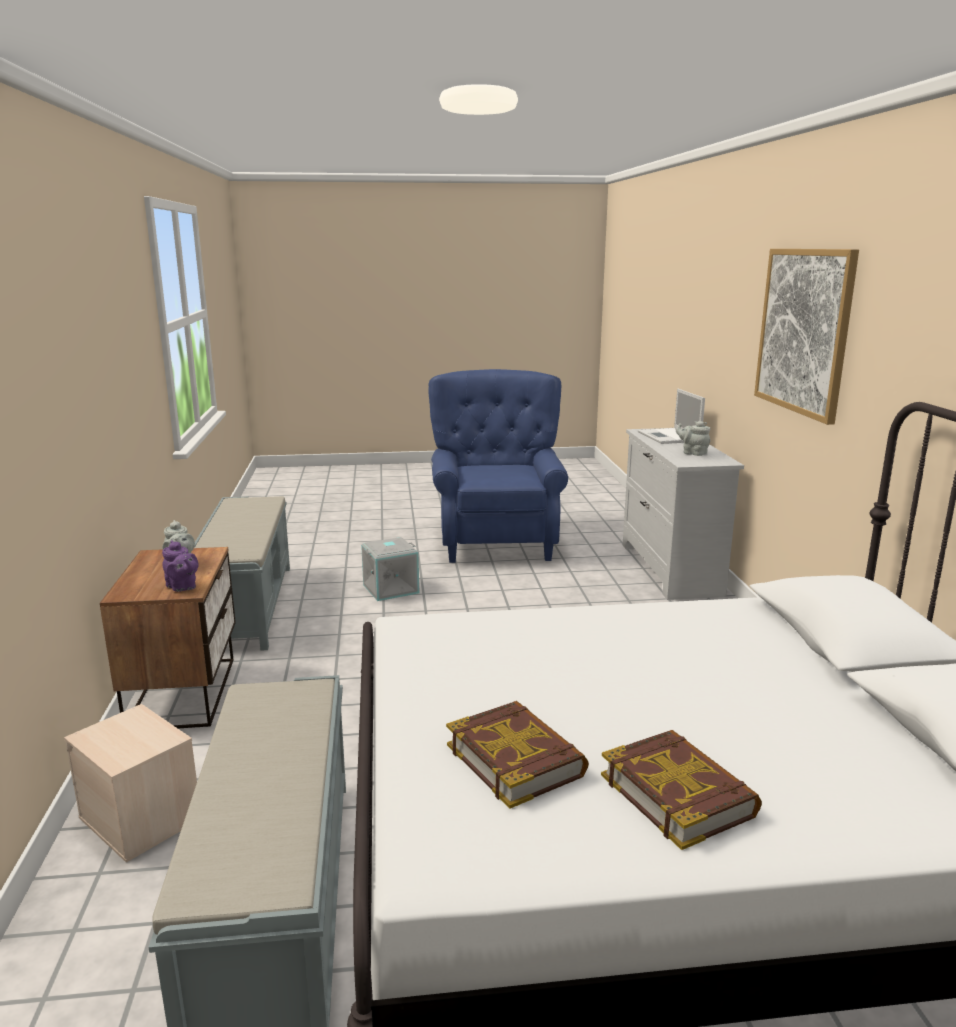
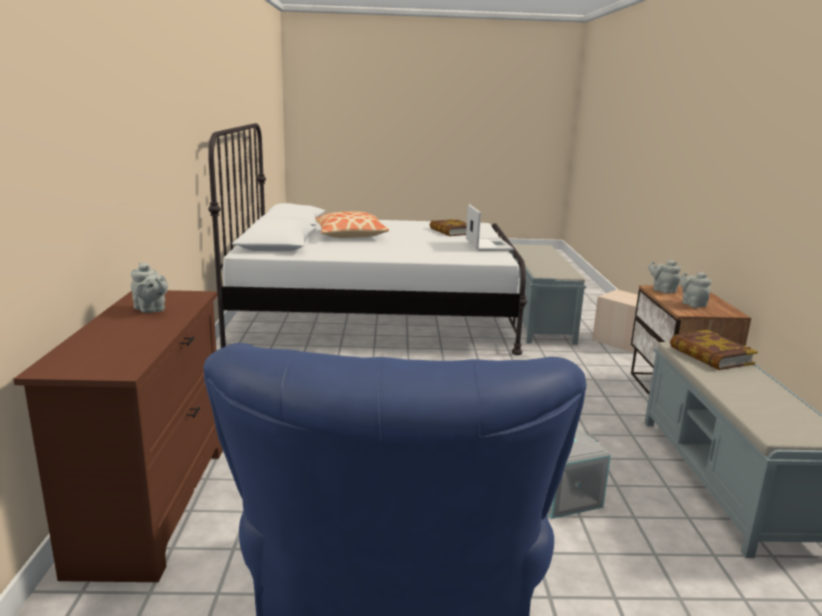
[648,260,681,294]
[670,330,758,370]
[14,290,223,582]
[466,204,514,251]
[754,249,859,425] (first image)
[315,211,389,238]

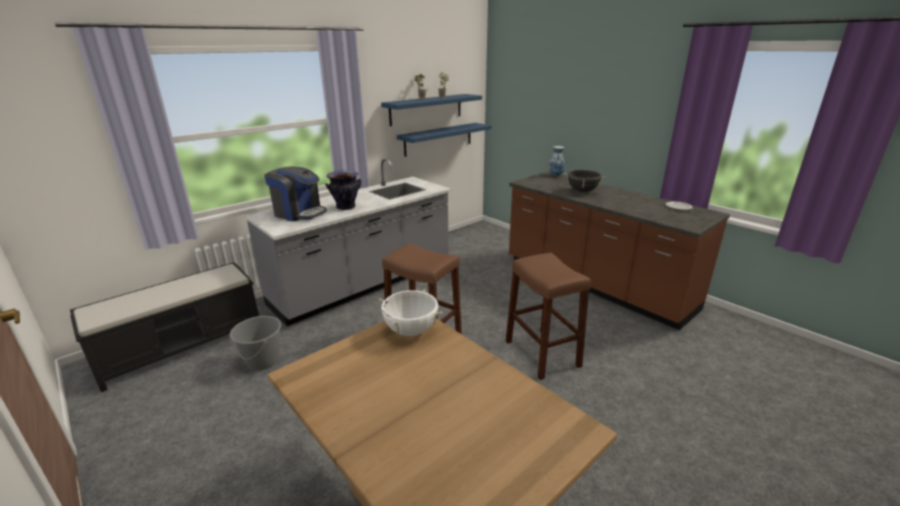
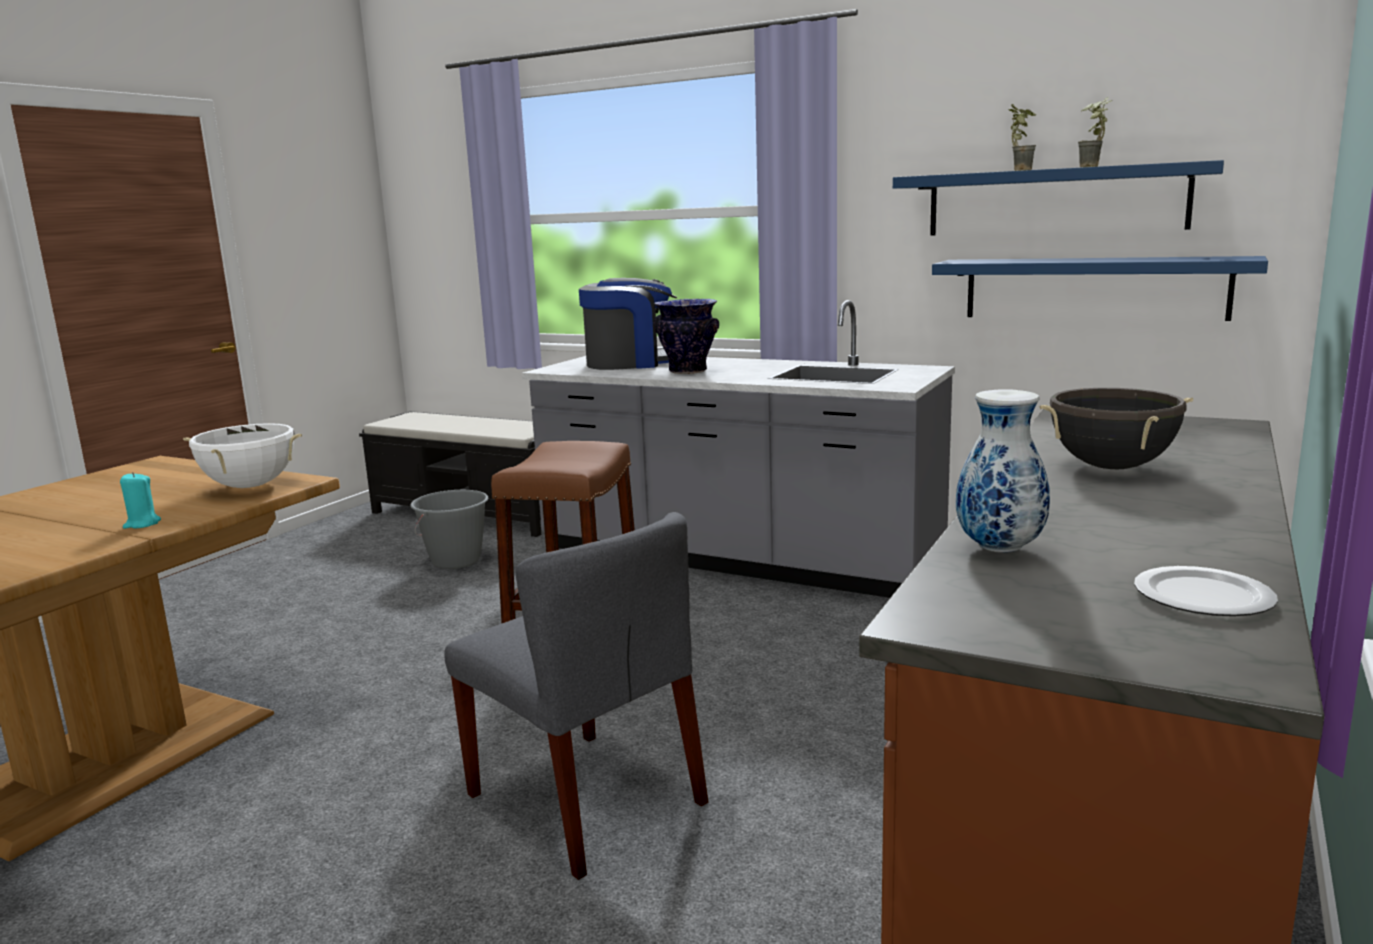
[579,278,677,370]
[444,512,708,880]
[956,389,1050,553]
[120,472,161,529]

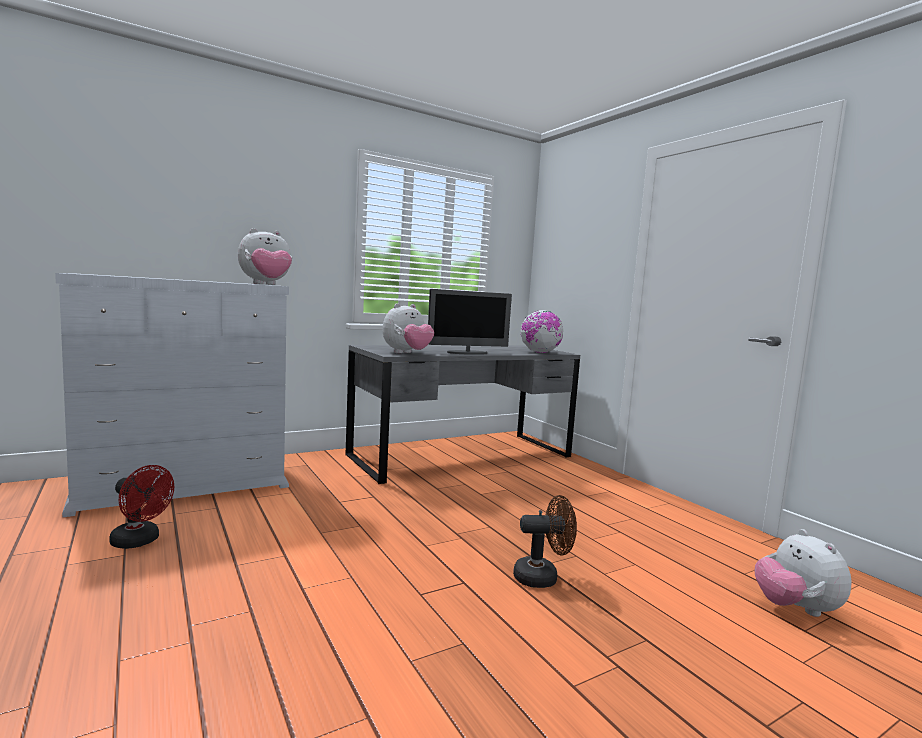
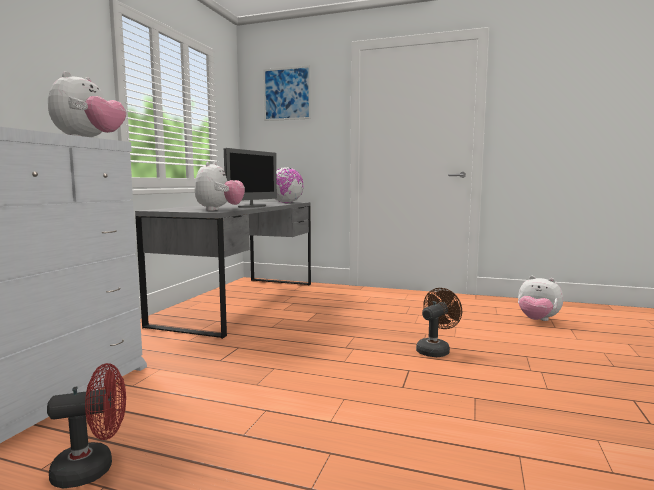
[263,65,311,121]

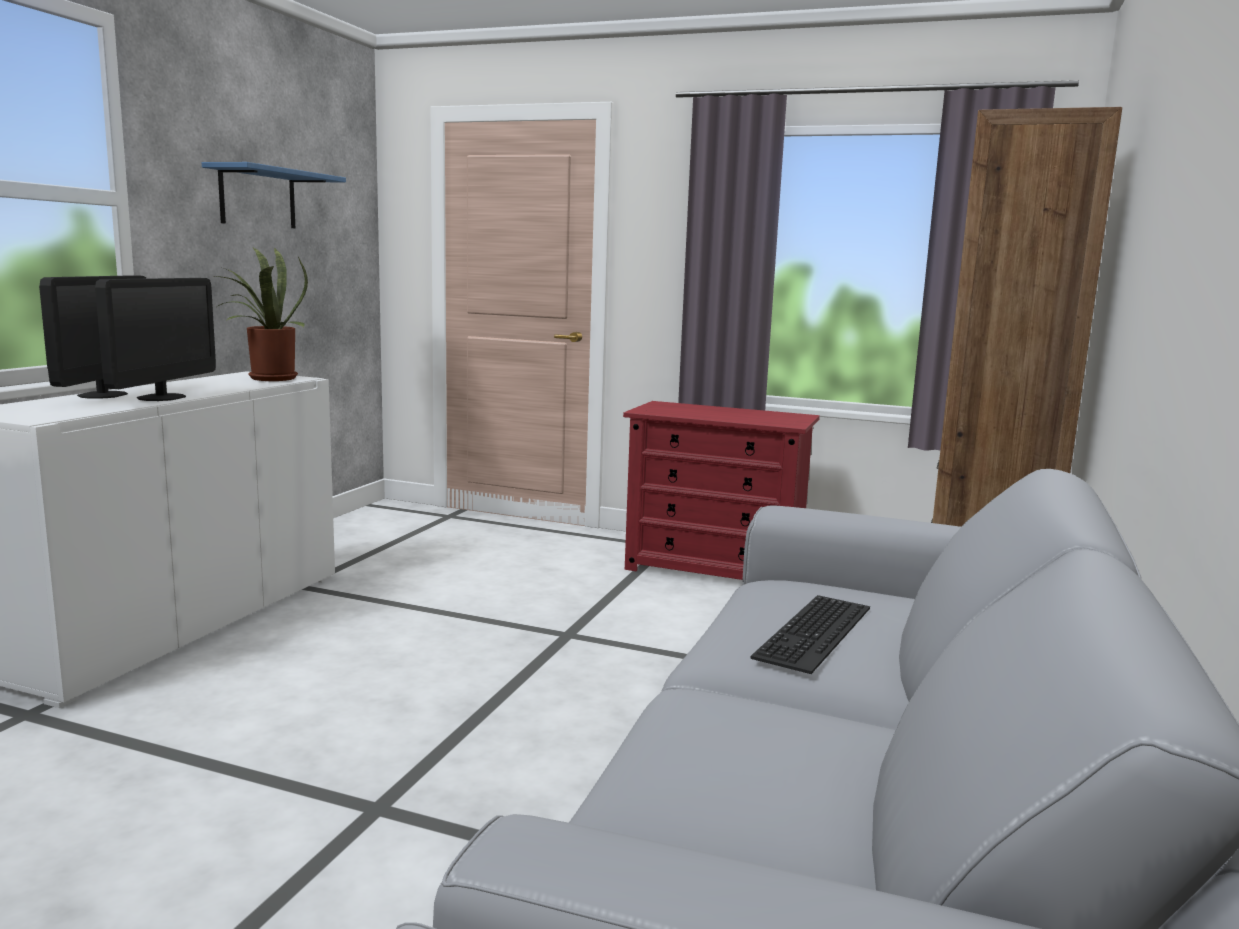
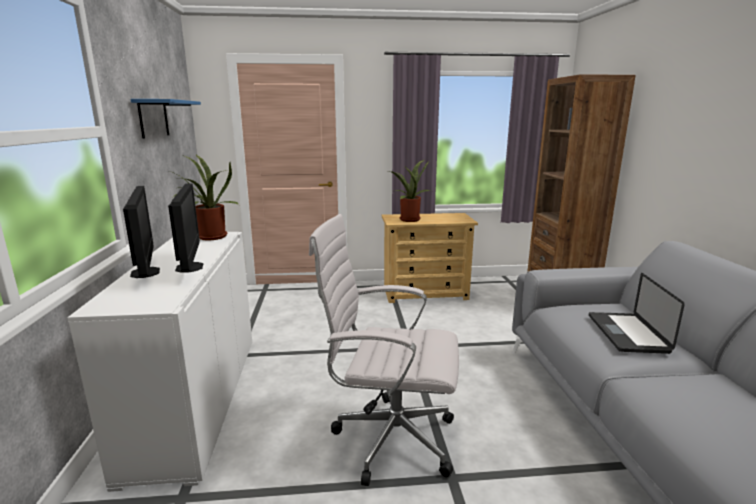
[382,213,478,303]
[589,273,685,354]
[309,214,459,486]
[390,160,430,222]

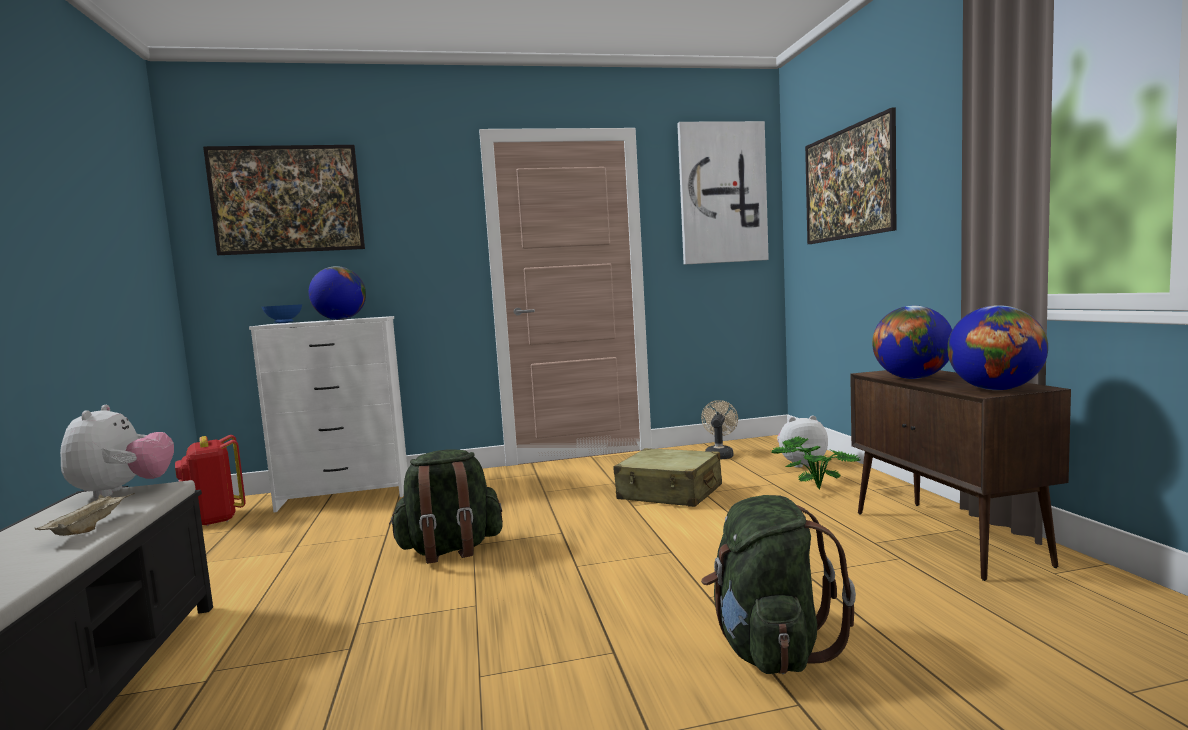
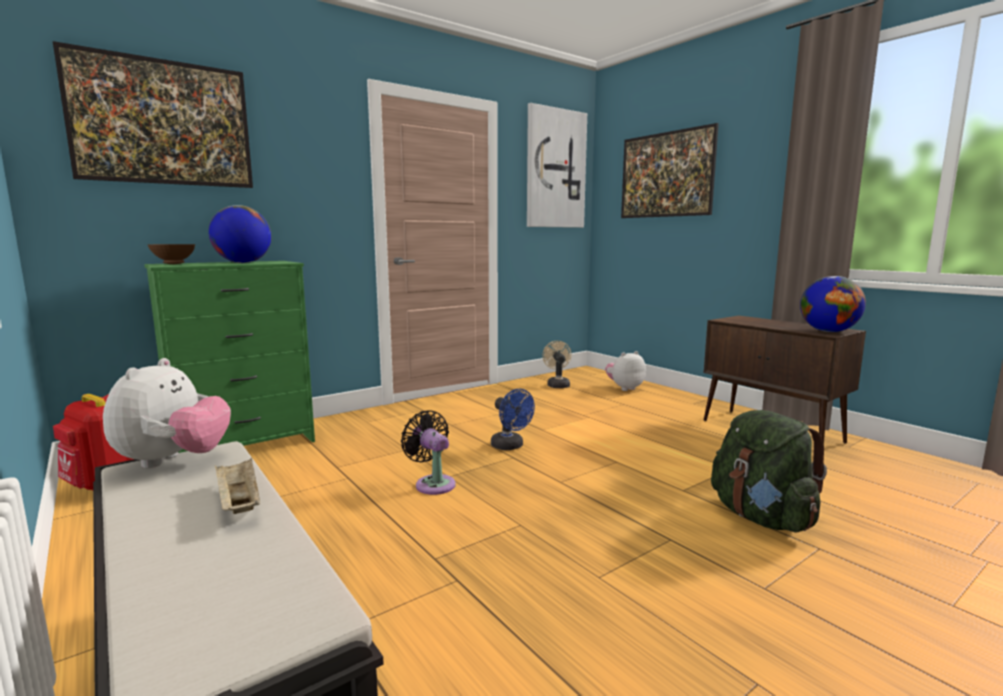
[103,358,231,469]
[144,261,315,453]
[148,244,195,264]
[401,410,456,495]
[614,448,722,507] (first image)
[771,436,860,490] (first image)
[872,306,952,379] (first image)
[491,389,535,450]

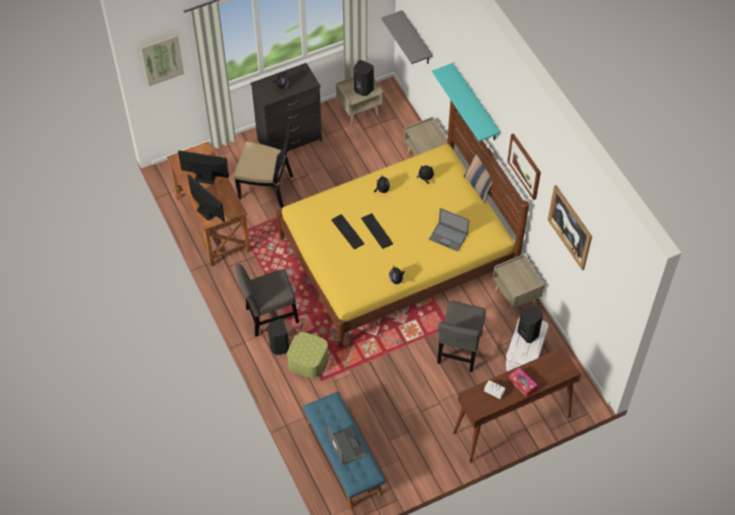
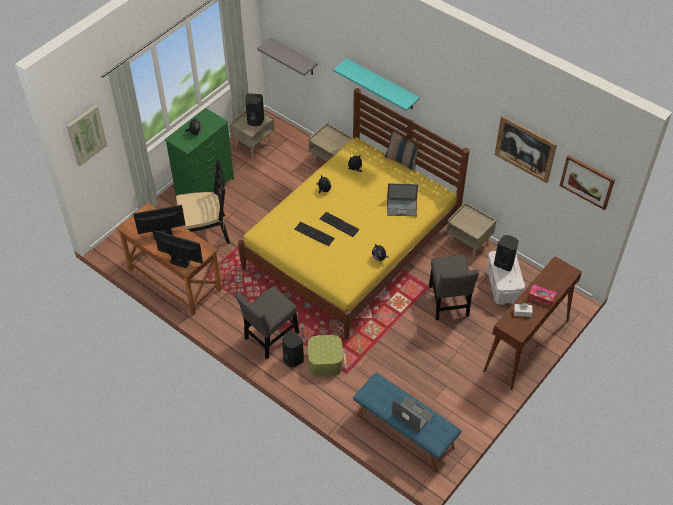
[165,108,234,195]
[560,155,615,210]

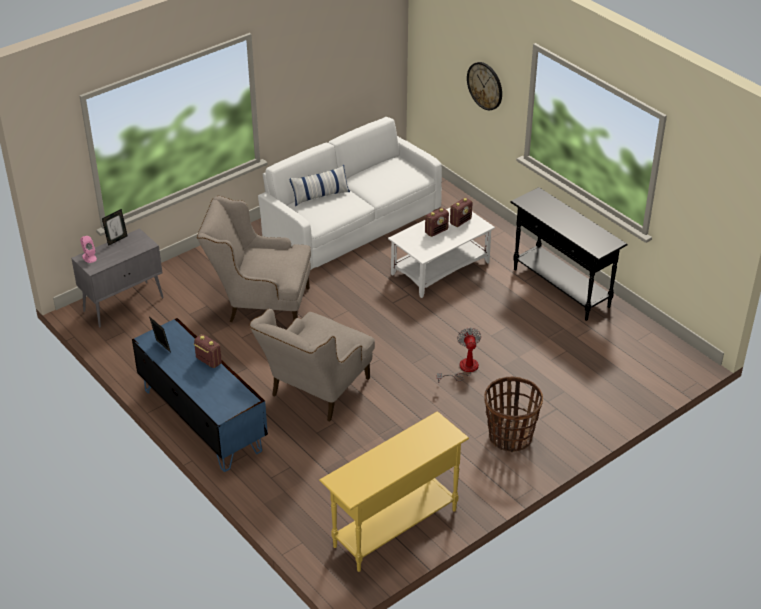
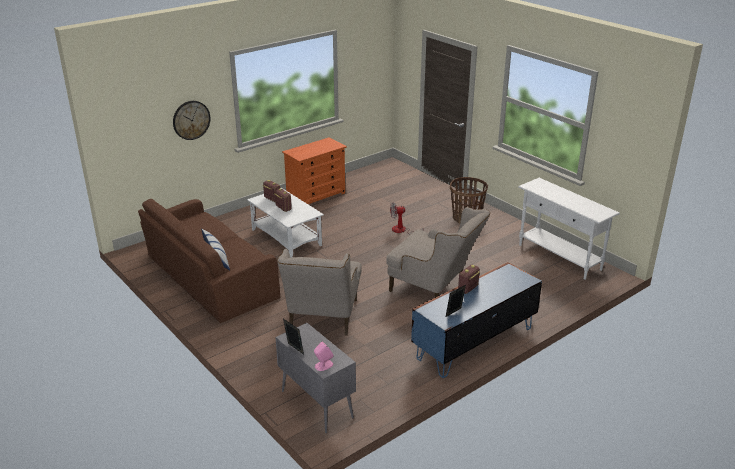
[138,199,280,323]
[518,178,620,280]
[282,137,347,204]

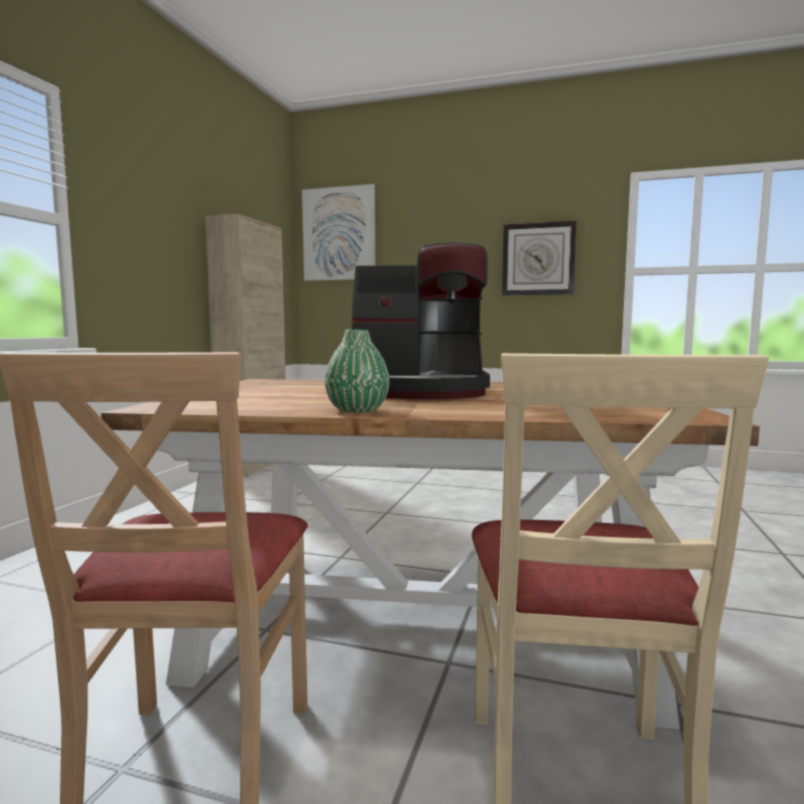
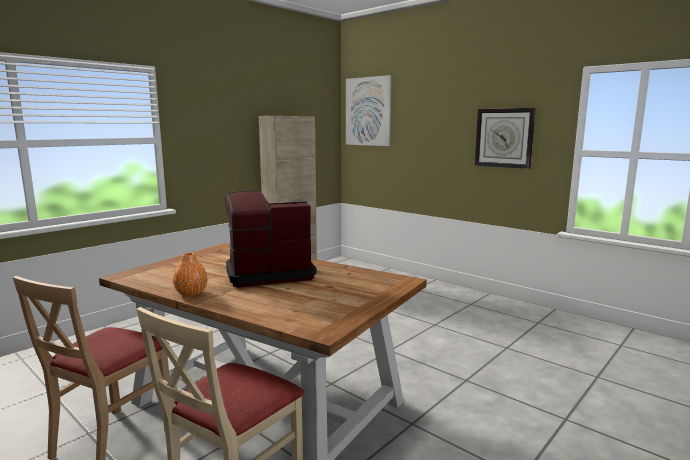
[173,253,207,296]
[225,191,317,288]

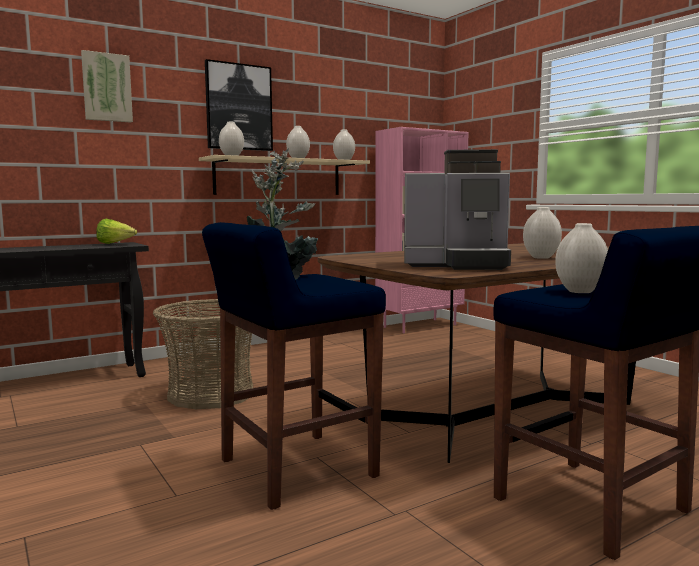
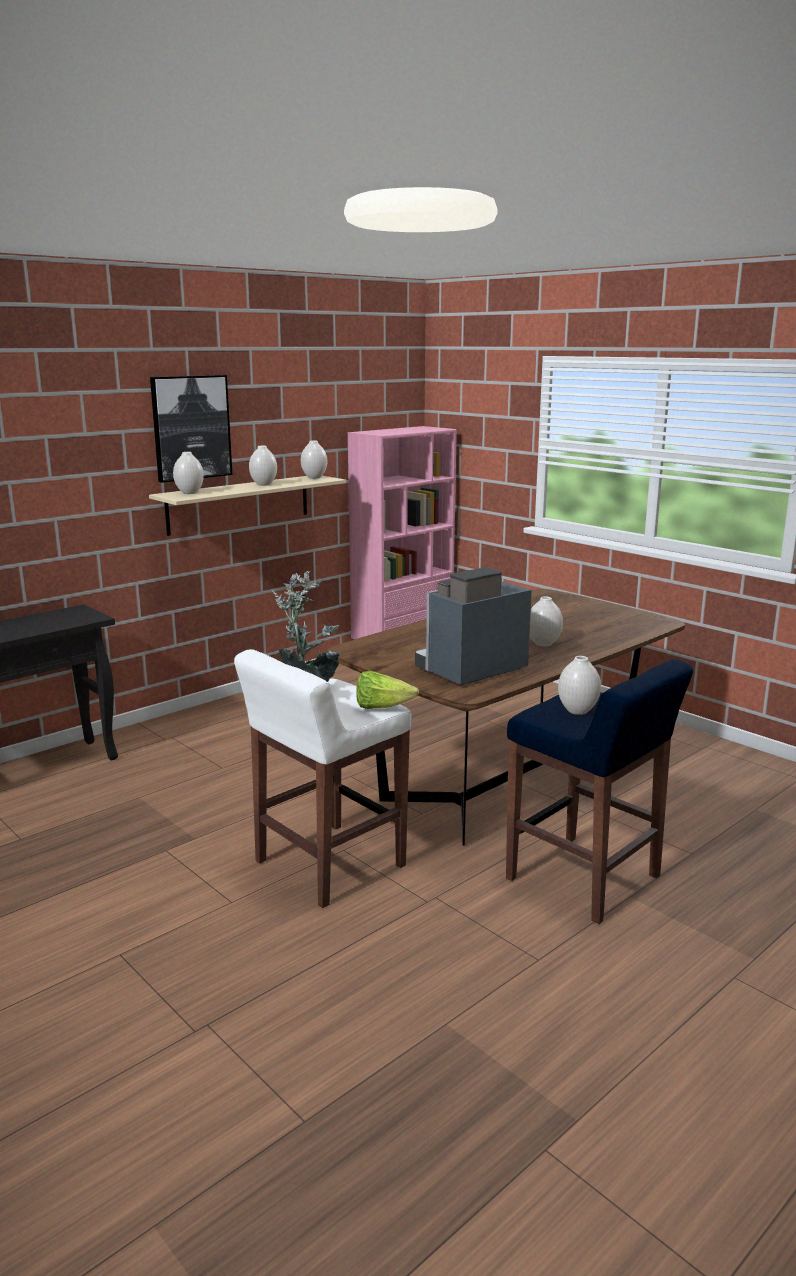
[81,50,133,123] (first image)
[356,671,419,709]
[153,299,253,409] (first image)
[234,649,412,908]
[415,567,532,685]

